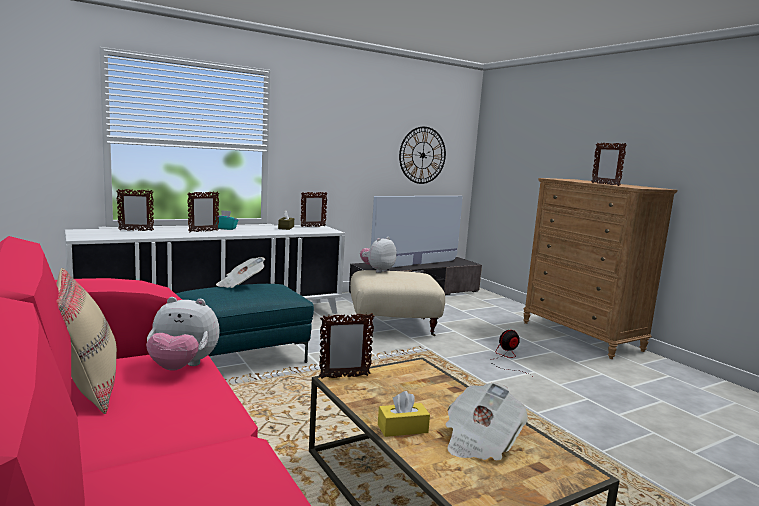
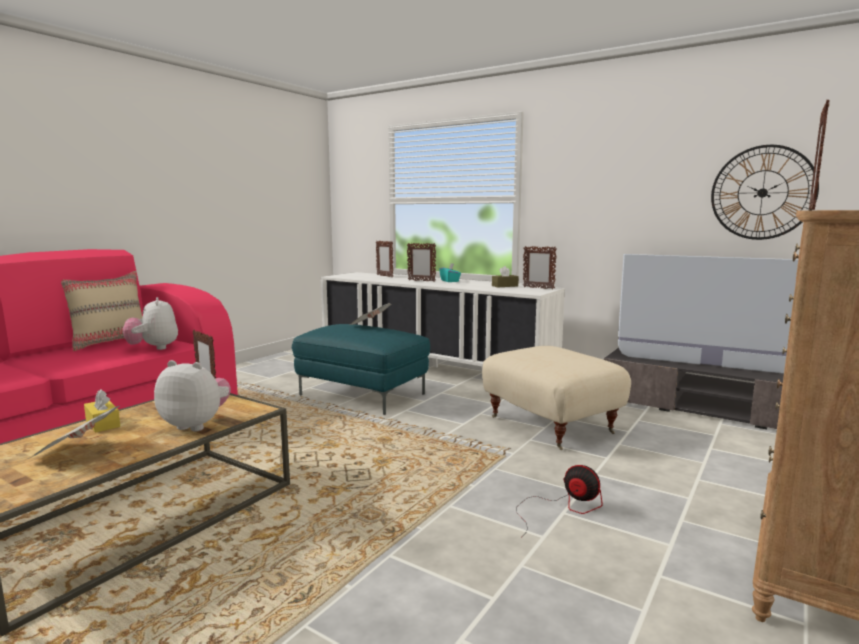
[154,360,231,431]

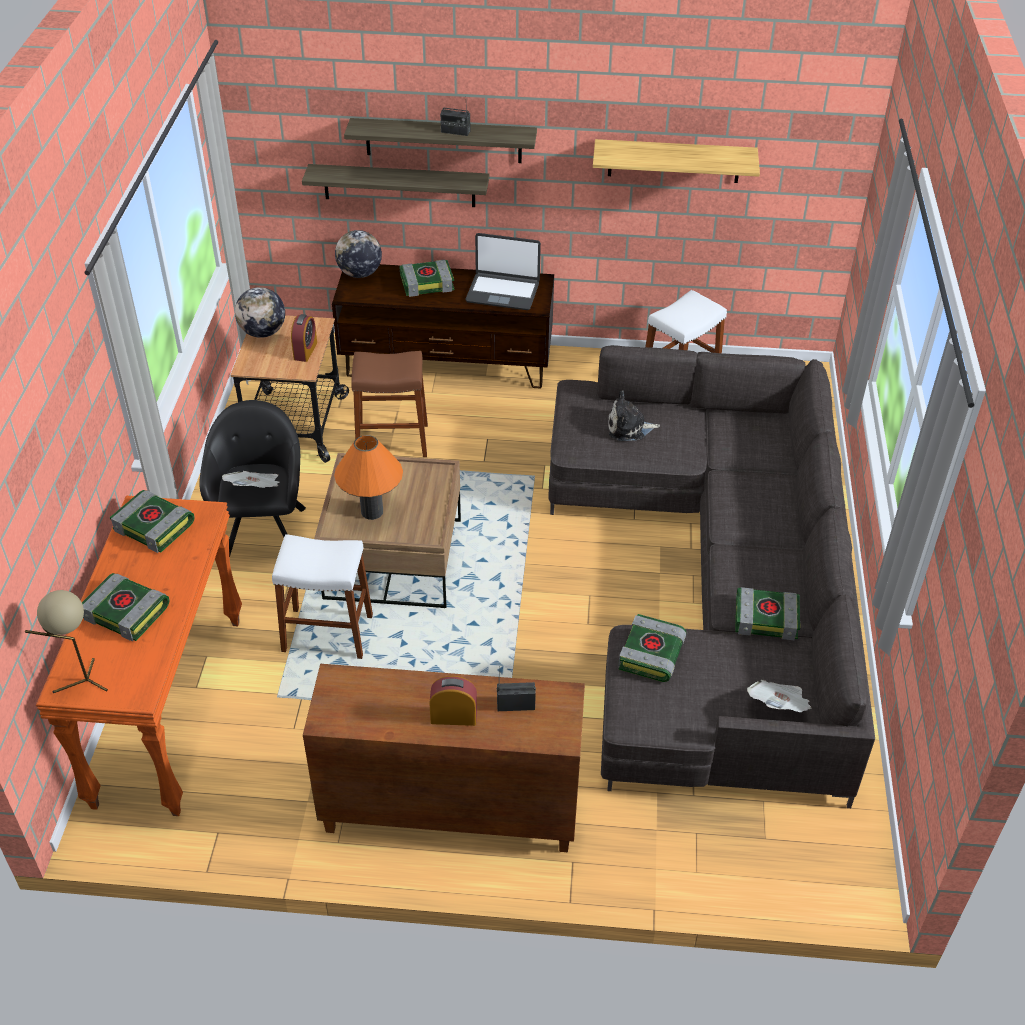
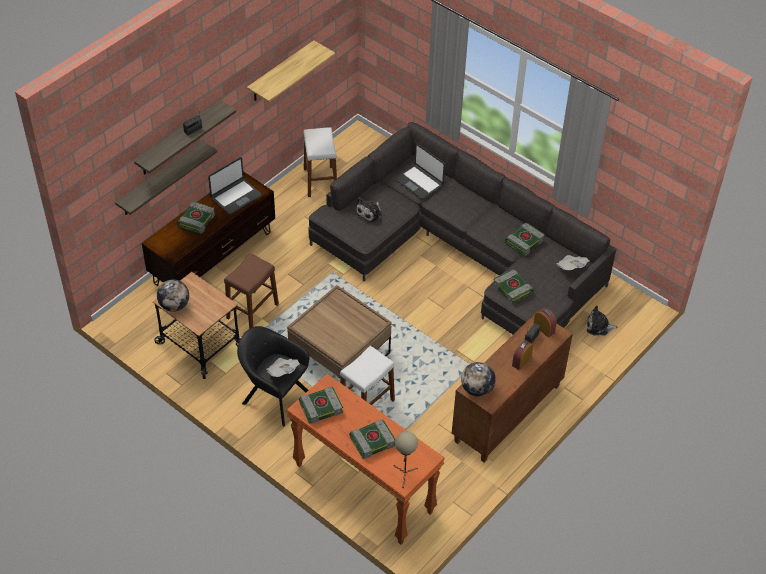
[533,308,557,338]
[334,435,403,520] (first image)
[461,362,496,396]
[395,144,445,200]
[587,306,618,336]

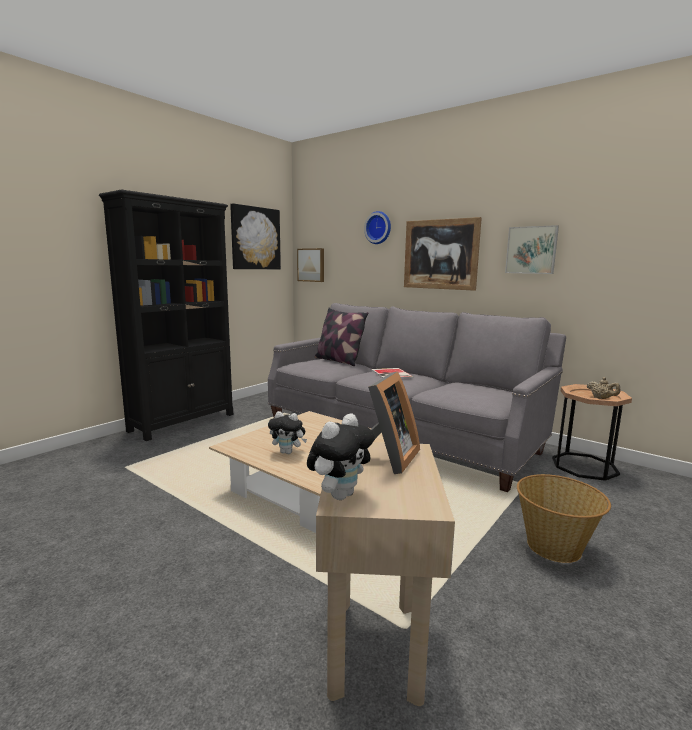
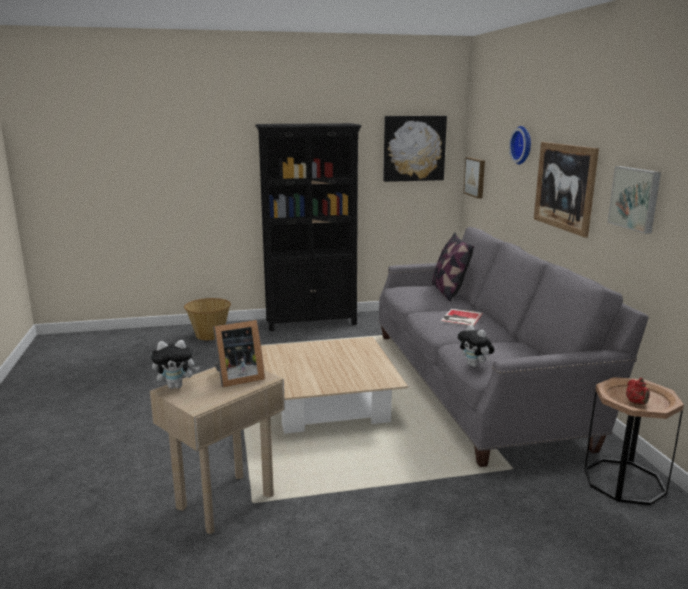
[458,325,494,367]
[184,298,231,340]
[626,378,650,405]

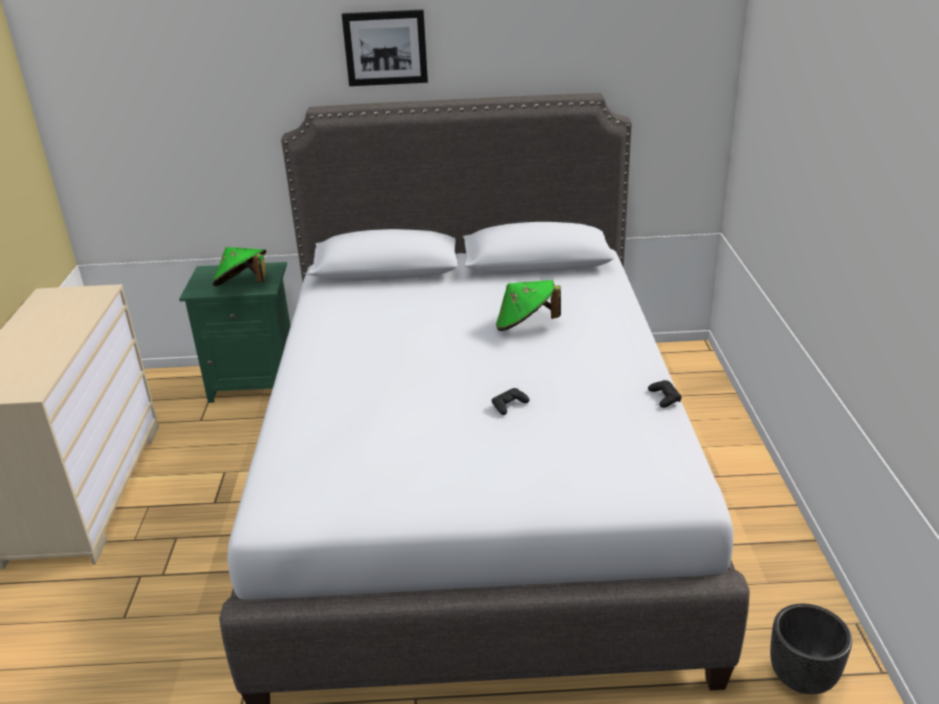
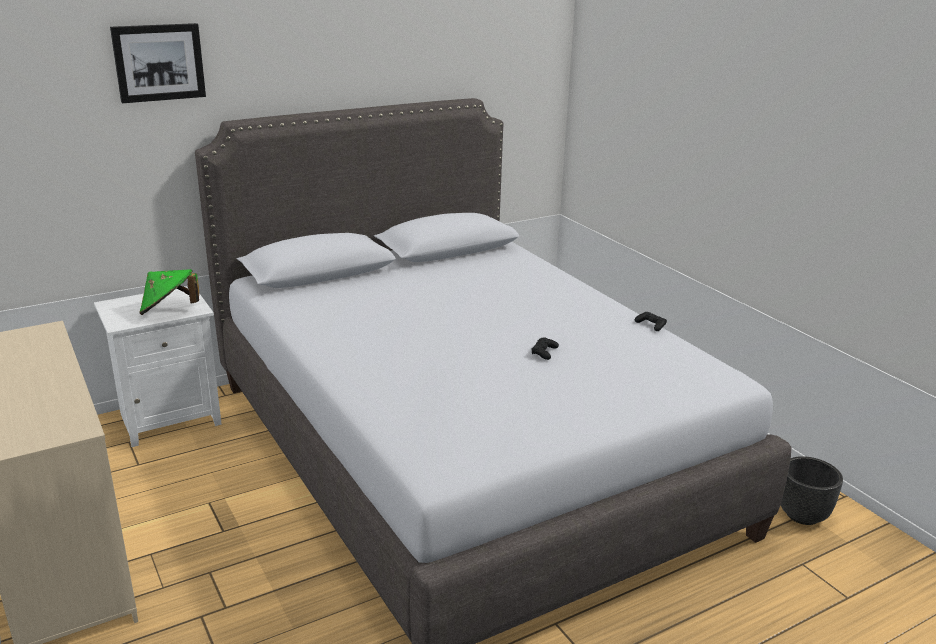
[94,286,222,447]
[110,23,206,103]
[496,280,561,331] (first image)

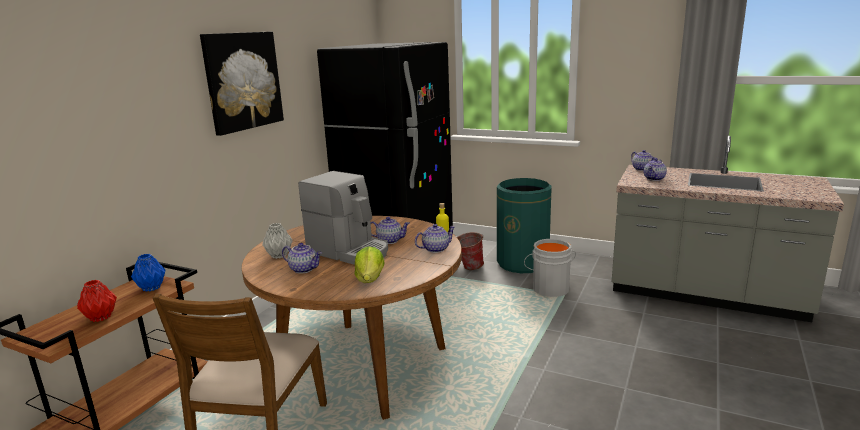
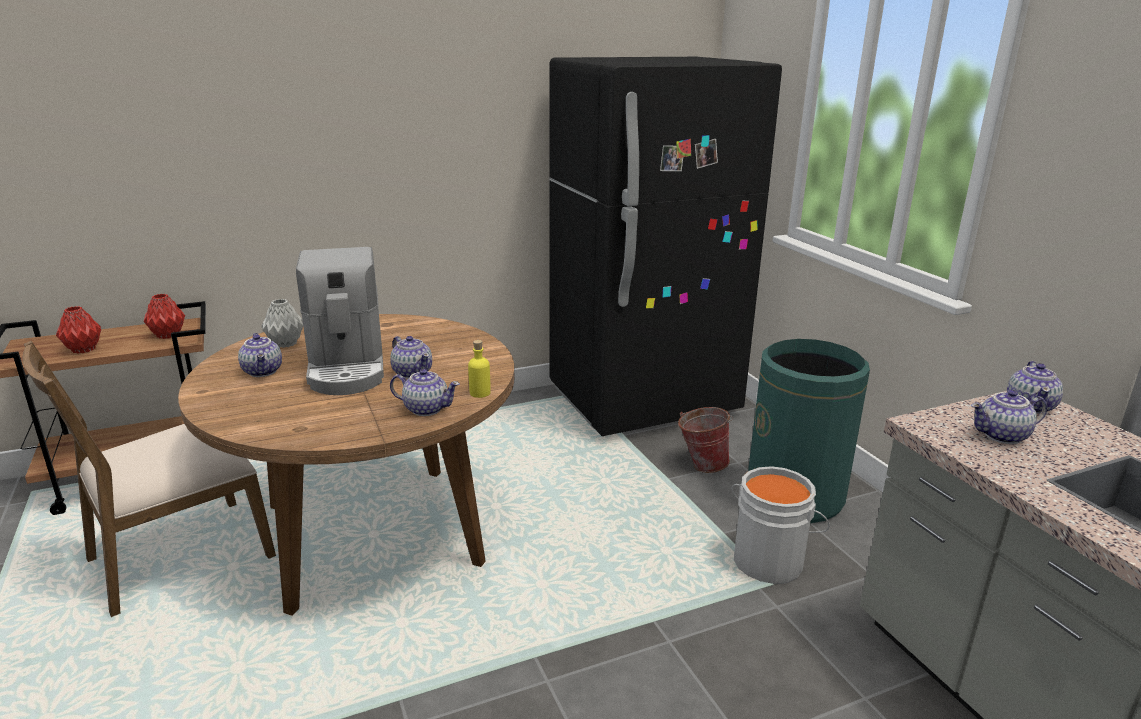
[144,294,185,339]
[200,31,284,136] (first image)
[355,247,384,283] (first image)

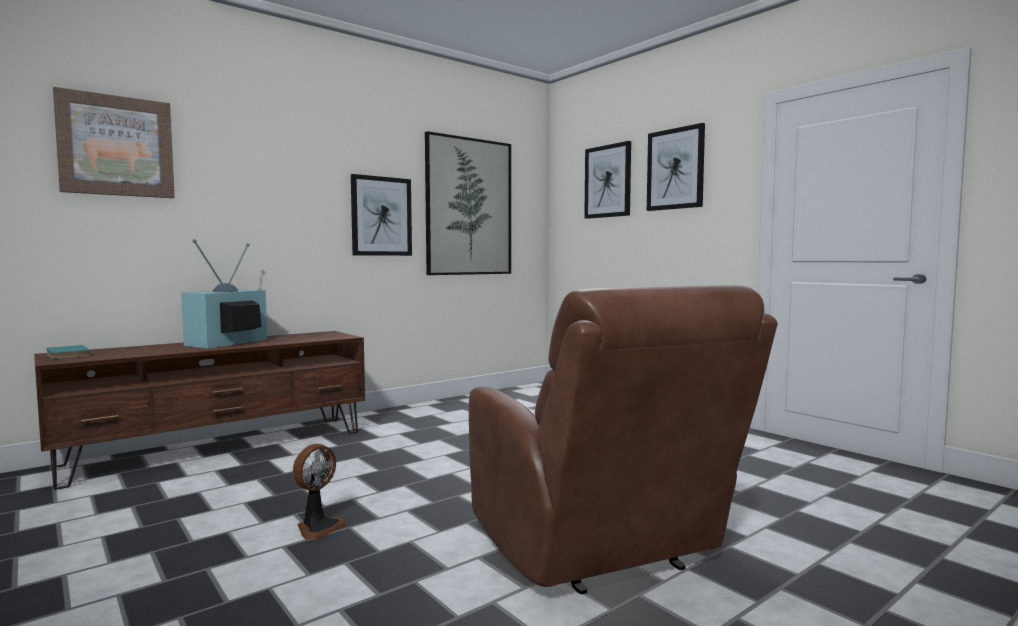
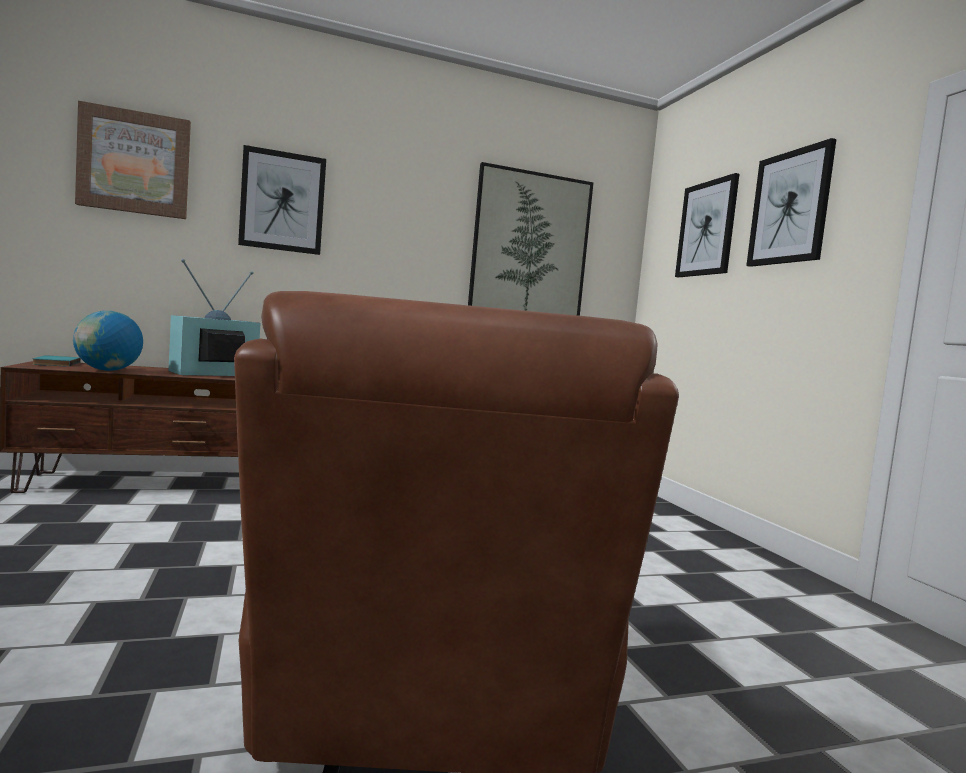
[293,444,347,540] (first image)
[238,145,326,255]
[73,311,143,371]

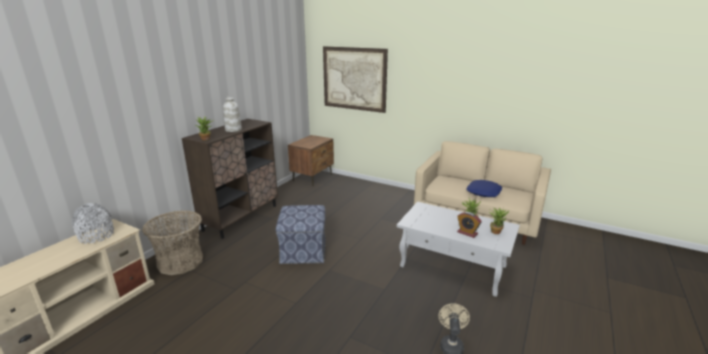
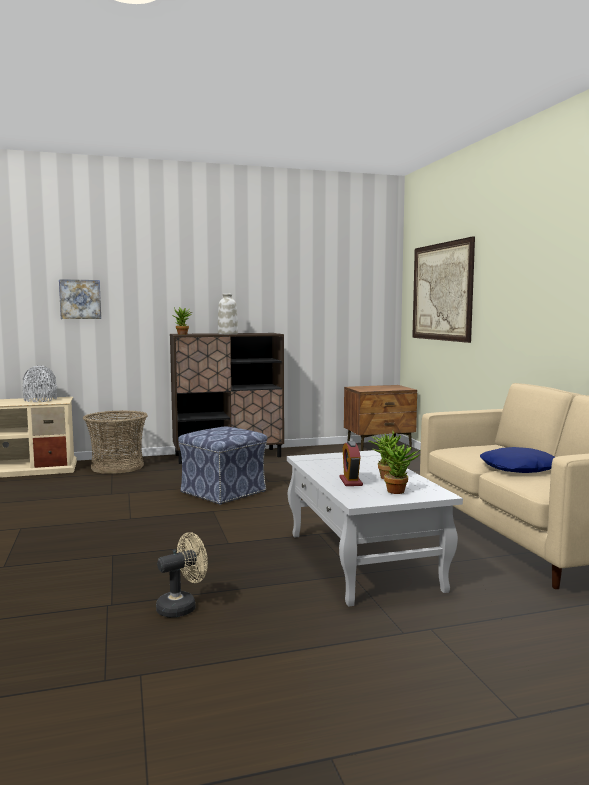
[59,279,101,319]

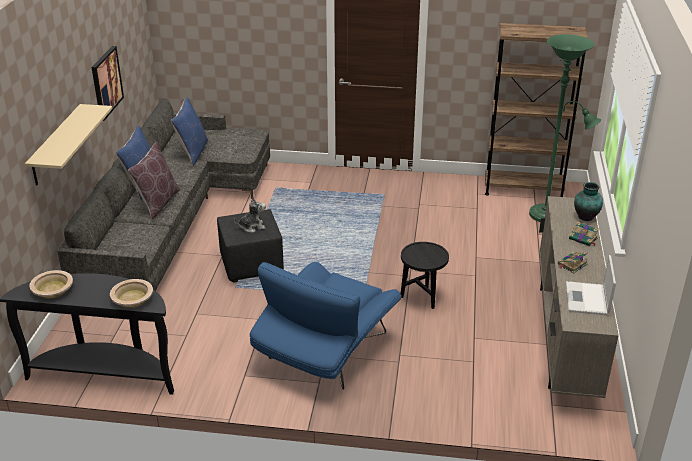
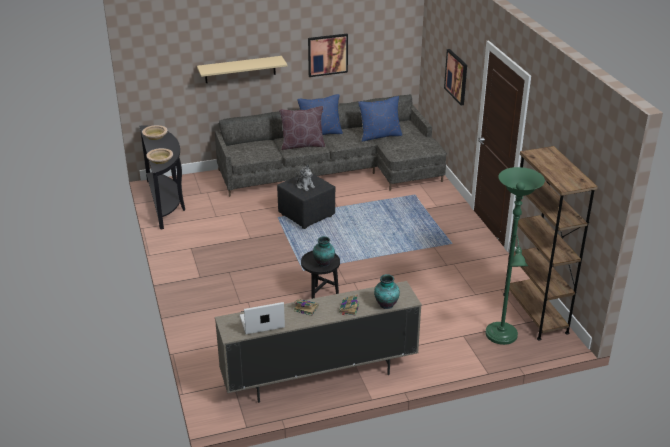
[250,262,402,390] (first image)
[313,236,335,267]
[444,49,467,106]

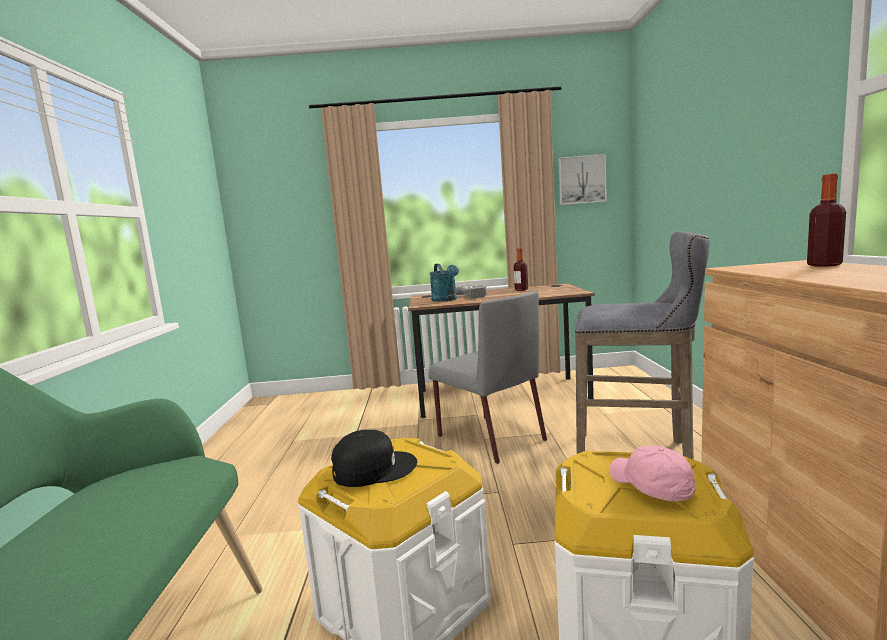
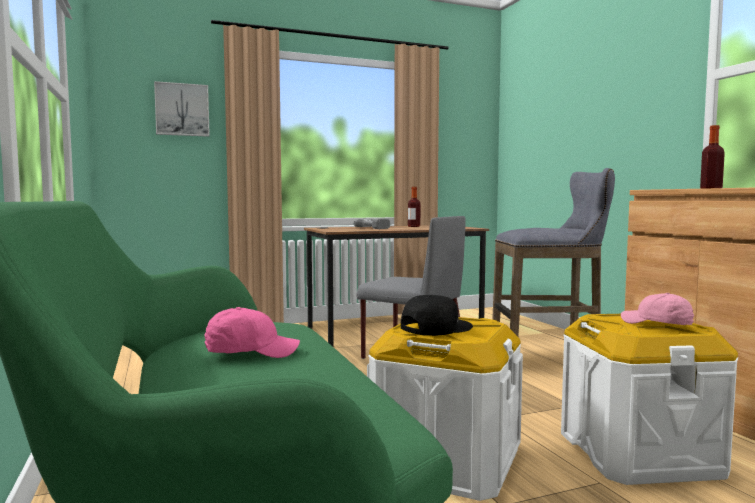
[429,264,459,302] (first image)
[154,81,210,137]
[204,307,300,358]

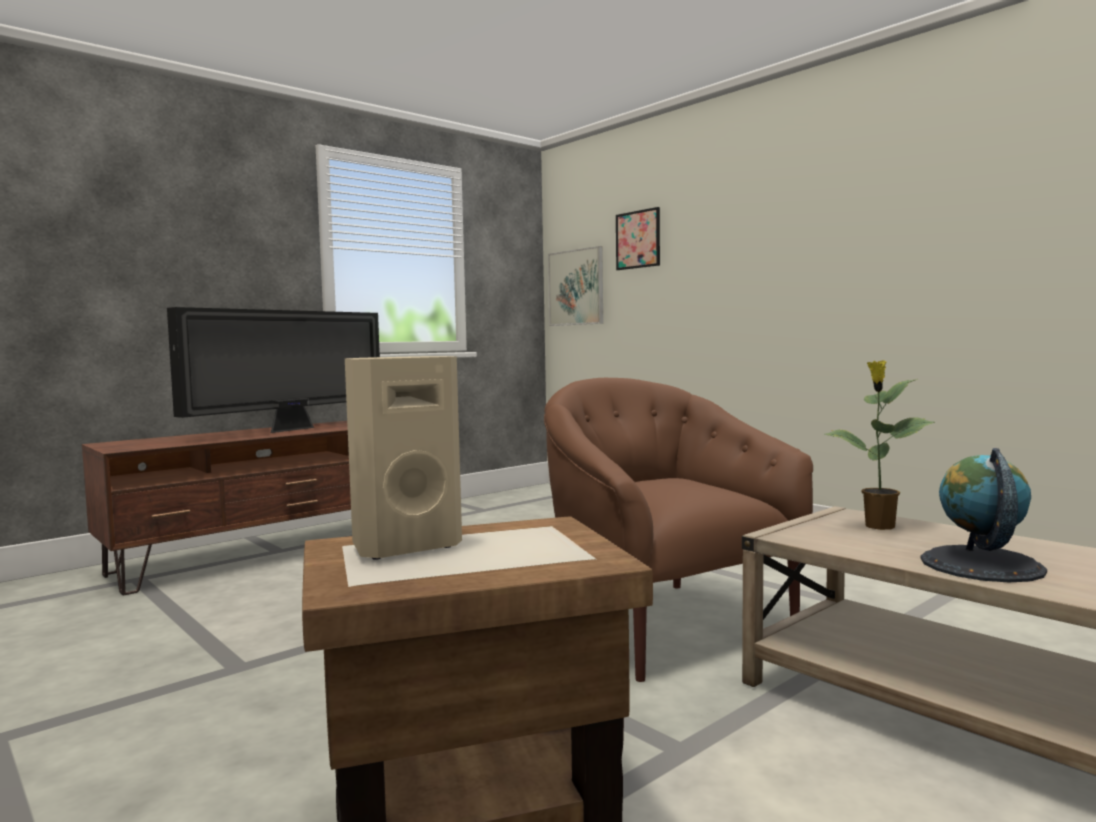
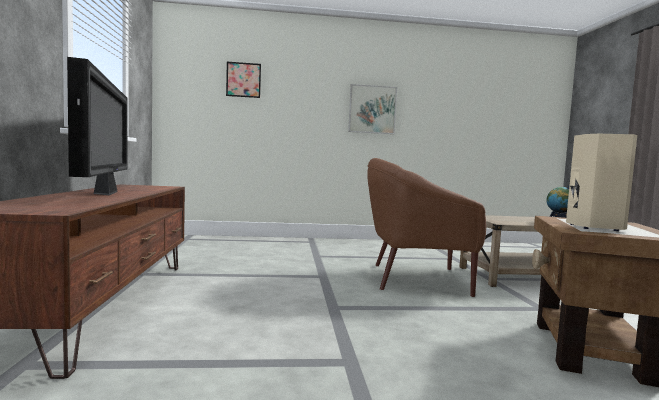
[348,84,397,134]
[824,360,935,530] (first image)

